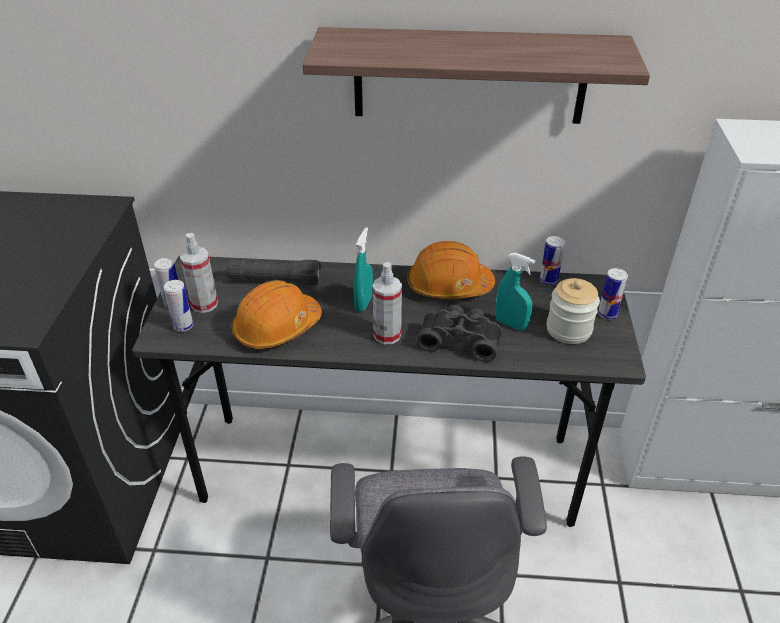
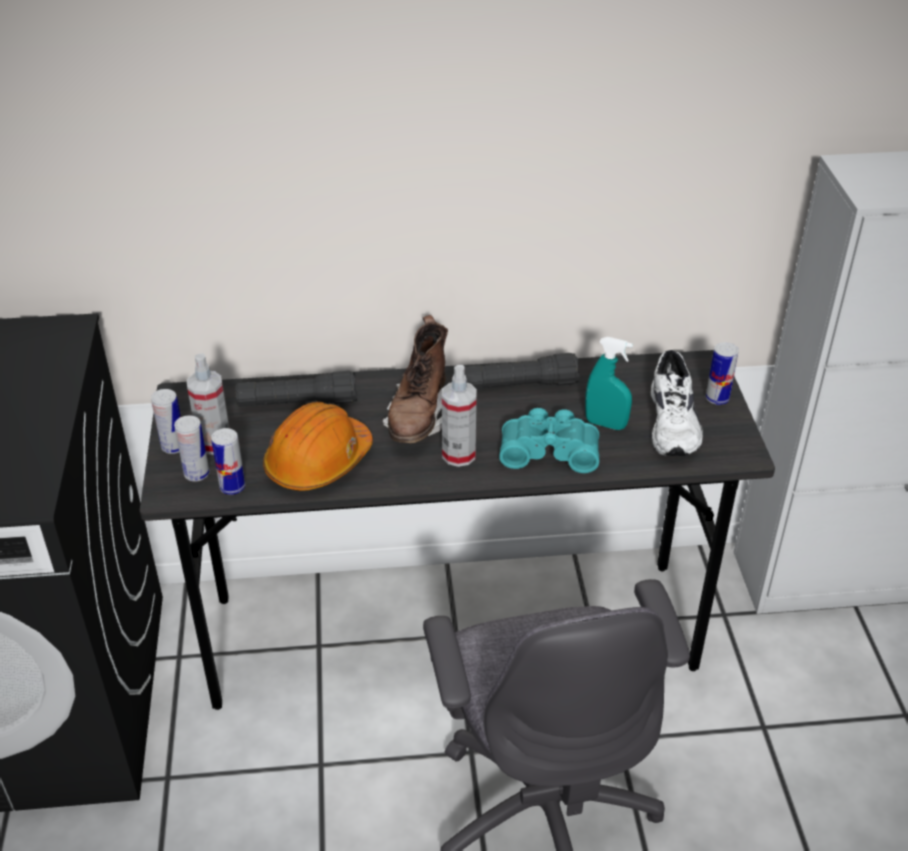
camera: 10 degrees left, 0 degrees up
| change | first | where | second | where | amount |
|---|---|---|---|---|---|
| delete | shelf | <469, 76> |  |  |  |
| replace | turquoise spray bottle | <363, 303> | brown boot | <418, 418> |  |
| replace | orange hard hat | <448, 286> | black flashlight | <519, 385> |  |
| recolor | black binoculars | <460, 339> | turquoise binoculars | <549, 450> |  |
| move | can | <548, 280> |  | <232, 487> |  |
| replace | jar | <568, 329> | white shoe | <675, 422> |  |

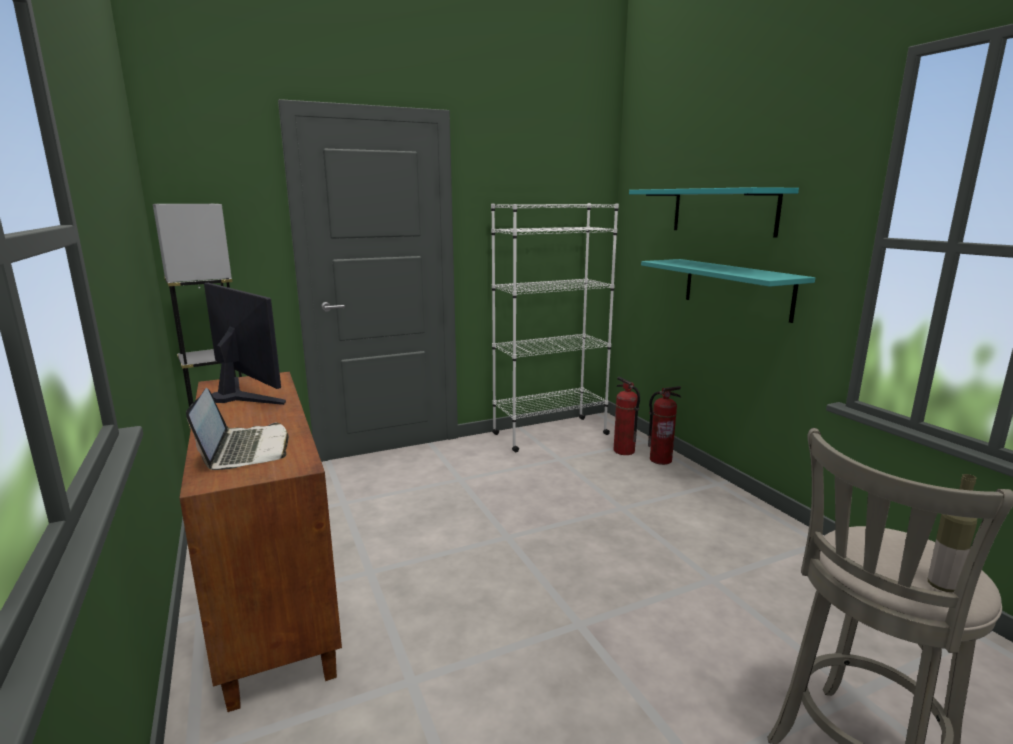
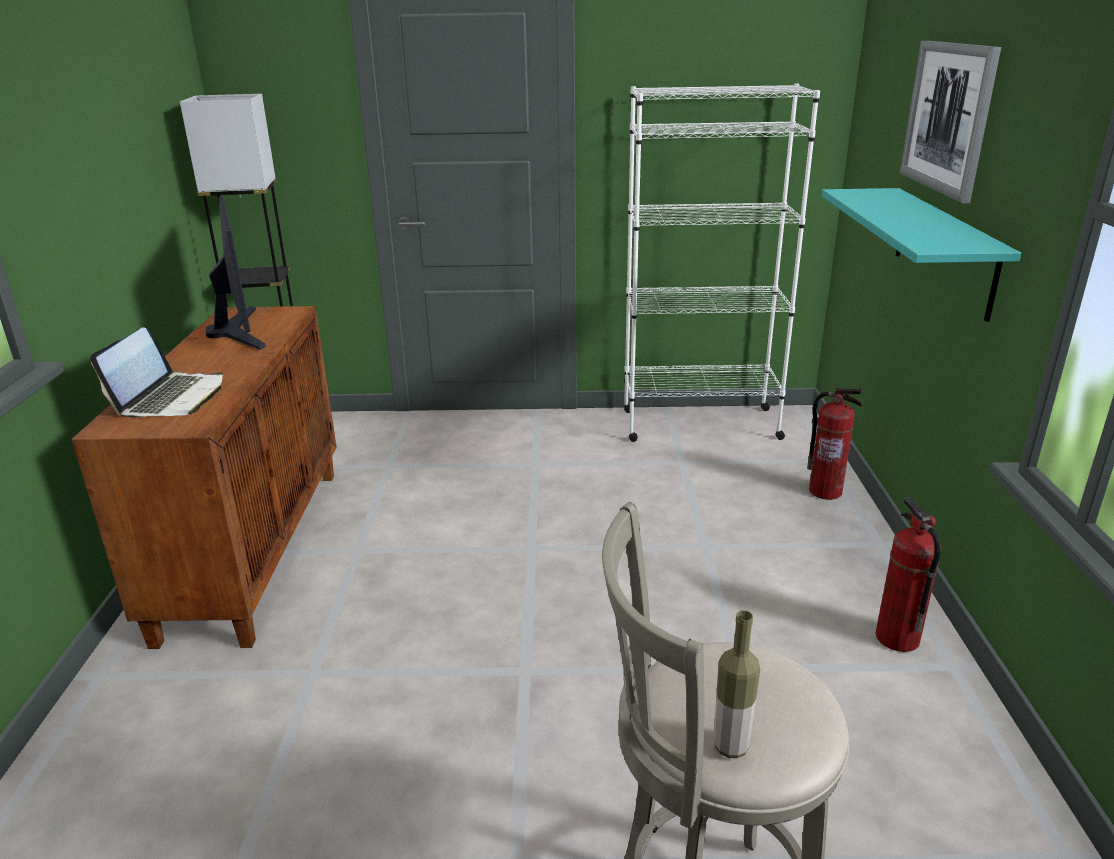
camera: 25 degrees right, 10 degrees up
| change | first | where | second | where | amount |
|---|---|---|---|---|---|
| move | fire extinguisher | <623, 451> |  | <896, 638> |  |
| replace | turquoise shelf | <723, 211> | picture | <948, 117> |  |

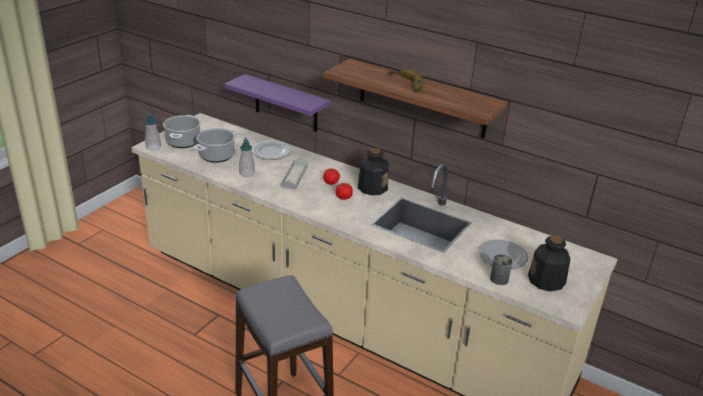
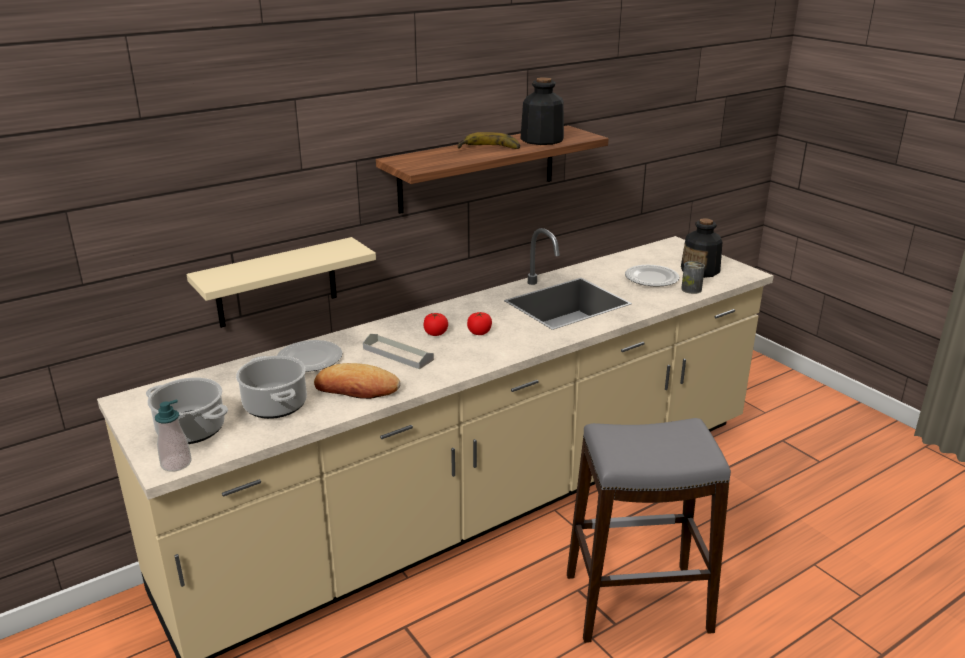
camera: 65 degrees left, 5 degrees down
| change | first | where | second | where | amount |
|---|---|---|---|---|---|
| recolor | purple shelf | <286, 104> | beige shelf | <276, 283> |  |
| replace | soap dispenser | <247, 173> | bread | <356, 388> |  |
| move | bottle | <372, 187> |  | <541, 140> |  |

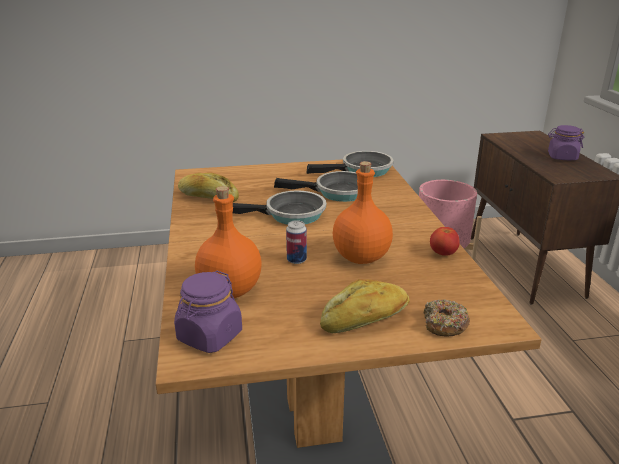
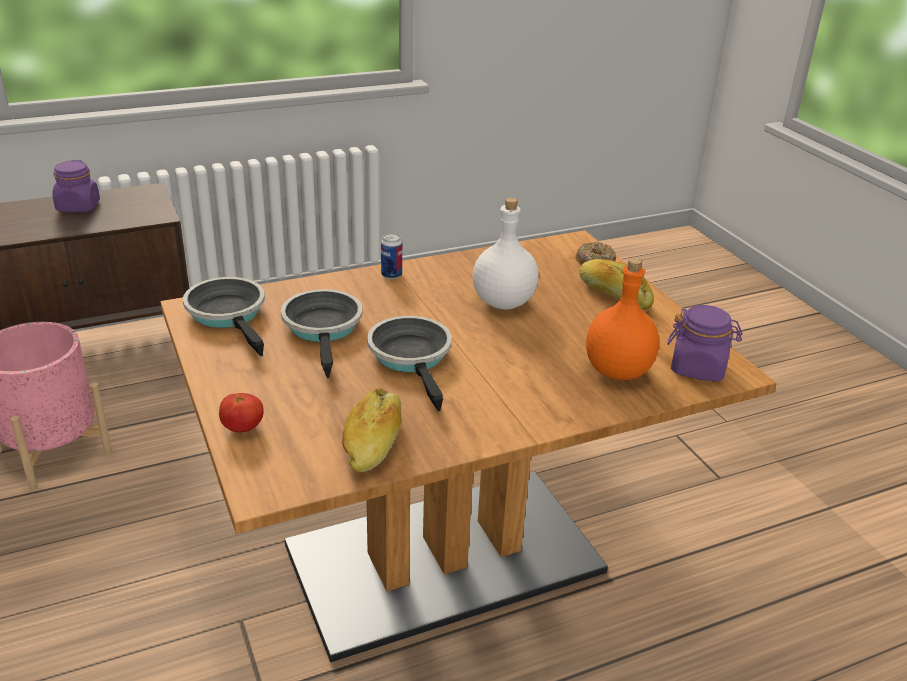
camera: 105 degrees left, 5 degrees up
| change | first | where | second | where | amount |
|---|---|---|---|---|---|
| move | can | <296, 260> |  | <391, 275> |  |
| recolor | orange bottle | <360, 258> | white bottle | <504, 303> |  |
| move | tomato | <443, 253> |  | <243, 428> |  |

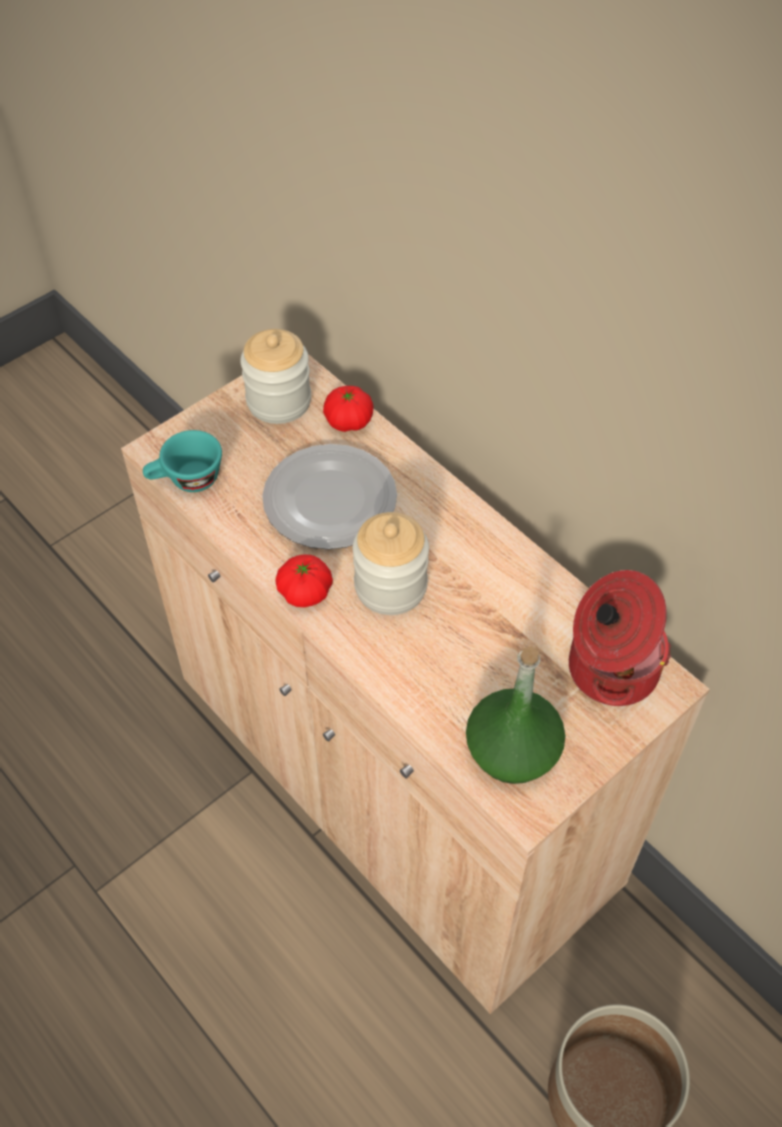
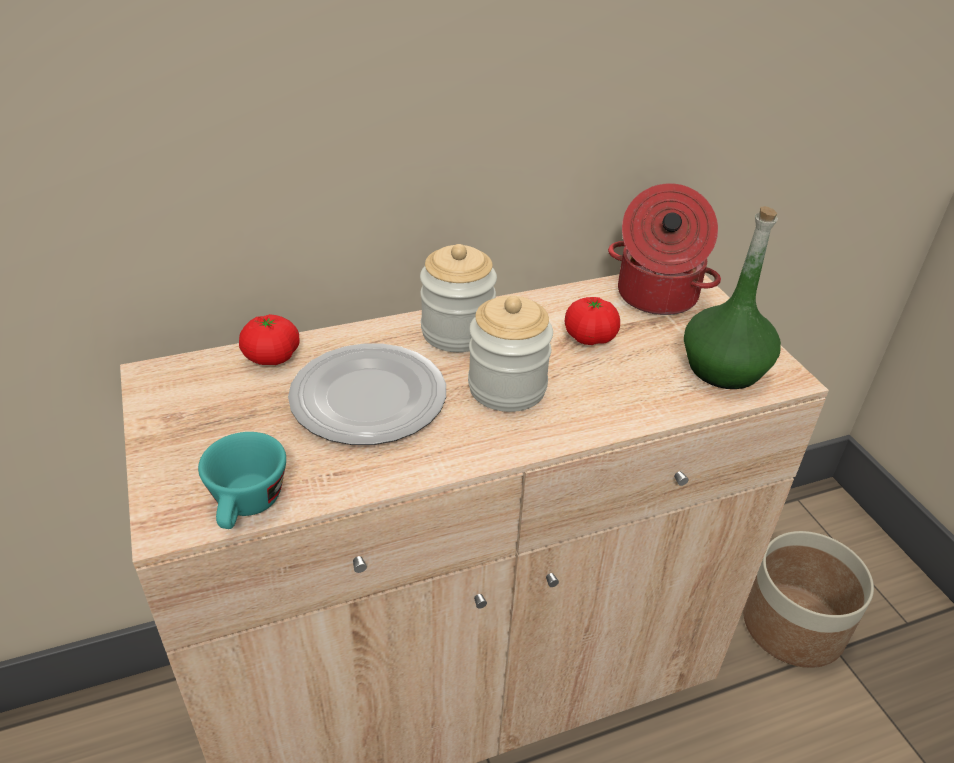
camera: 70 degrees left, 15 degrees down
| change | first | where | second | where | amount |
|---|---|---|---|---|---|
| move | jar | <279, 401> |  | <457, 332> |  |
| move | tomato | <305, 592> |  | <589, 337> |  |

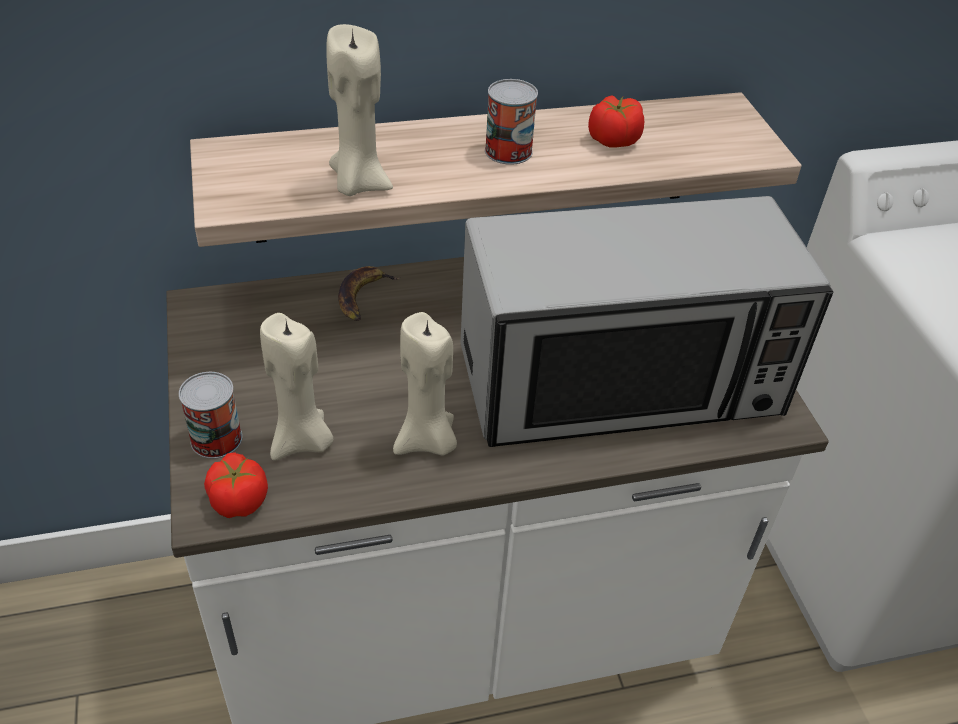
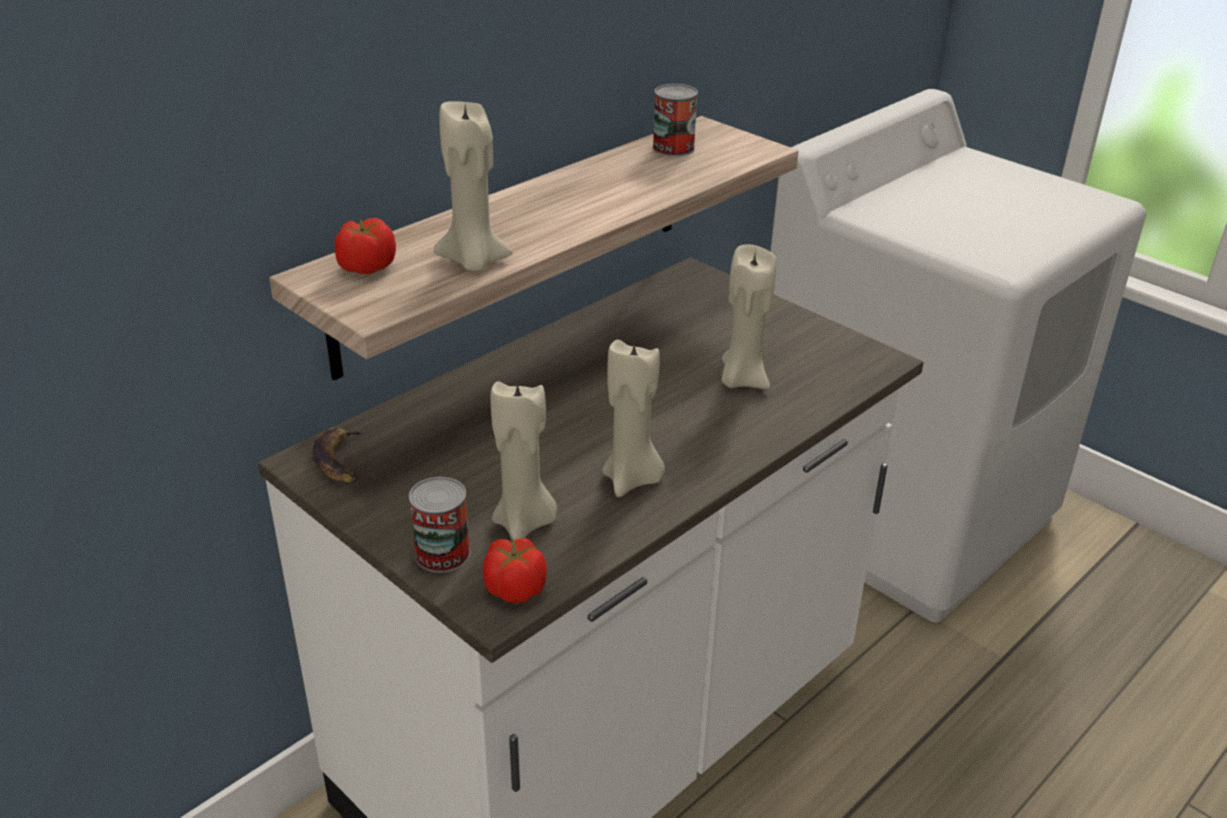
camera: 30 degrees left, 10 degrees down
| change | first | where | second | where | amount |
|---|---|---|---|---|---|
| move | banana | <363, 297> |  | <341, 461> |  |
| replace | microwave | <621, 382> | beige candle | <742, 379> |  |
| move | can | <508, 151> |  | <673, 148> |  |
| move | tomato | <613, 140> |  | <366, 267> |  |

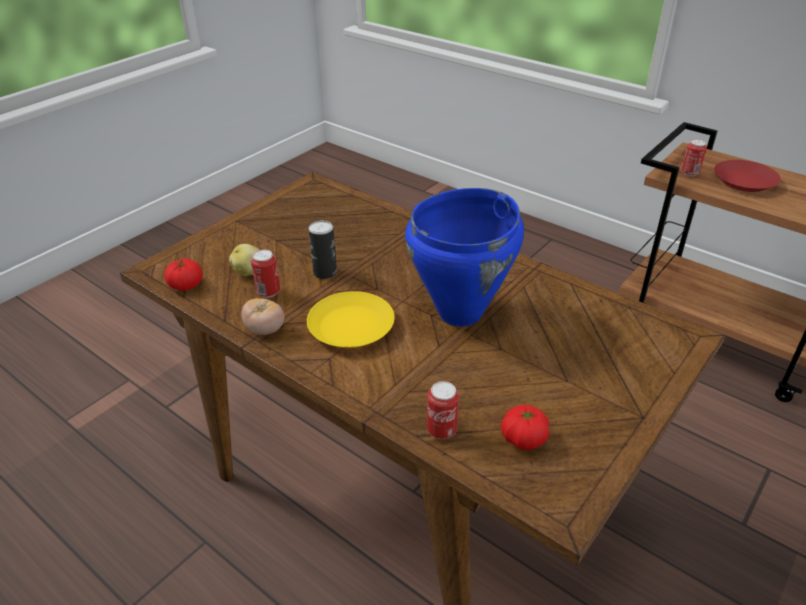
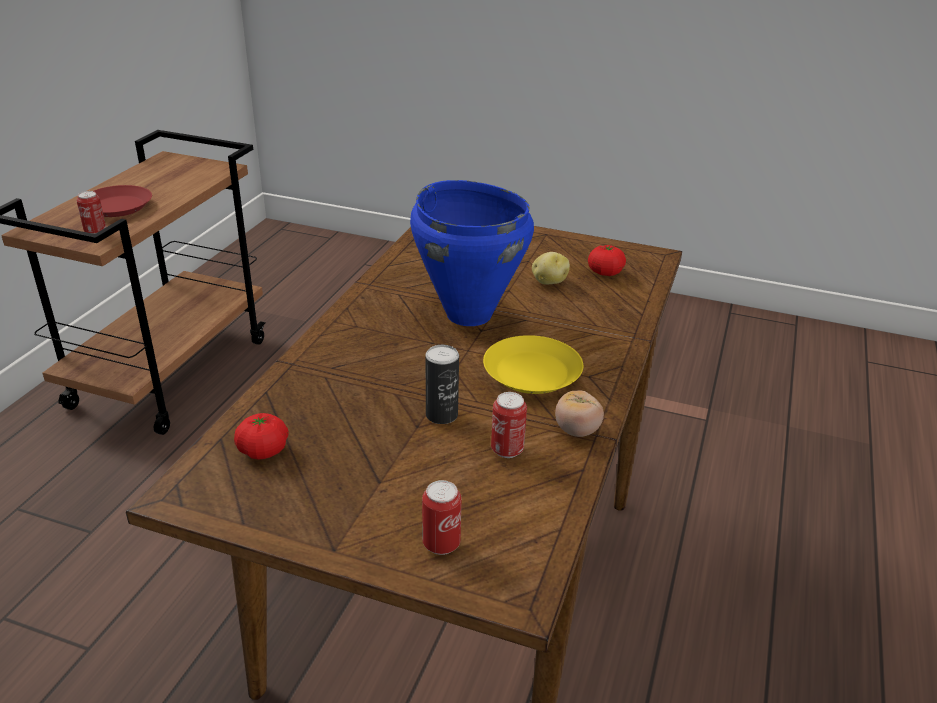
camera: 110 degrees left, 5 degrees down
| change | first | where | second | where | amount |
|---|---|---|---|---|---|
| move | tomato | <186, 285> |  | <263, 451> |  |
| move | potato | <248, 271> |  | <549, 282> |  |
| move | can | <442, 430> |  | <441, 544> |  |

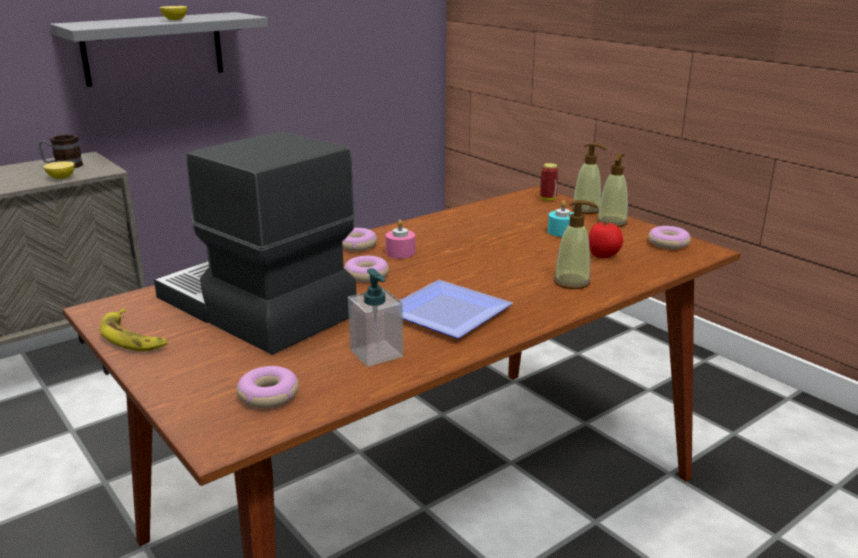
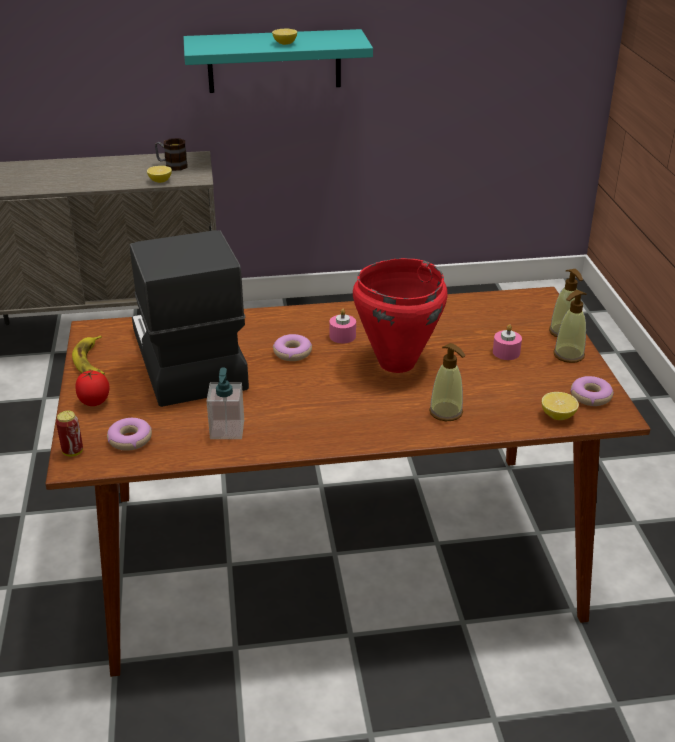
camera: 30 degrees right, 10 degrees up
| change | first | where | second | where | amount |
|---|---|---|---|---|---|
| recolor | grey shelf | <153, 48> | turquoise shelf | <274, 61> |  |
| delete | donut | <356, 245> |  |  |  |
| delete | plate | <443, 313> |  |  |  |
| move | can | <548, 199> |  | <73, 452> |  |
| recolor | turquoise candle | <561, 232> | pink candle | <506, 352> |  |
| move | tomato | <603, 256> |  | <94, 402> |  |
| insert |  |  | red cooking pot | <396, 363> |  |
| insert |  |  | lemon | <557, 416> |  |

